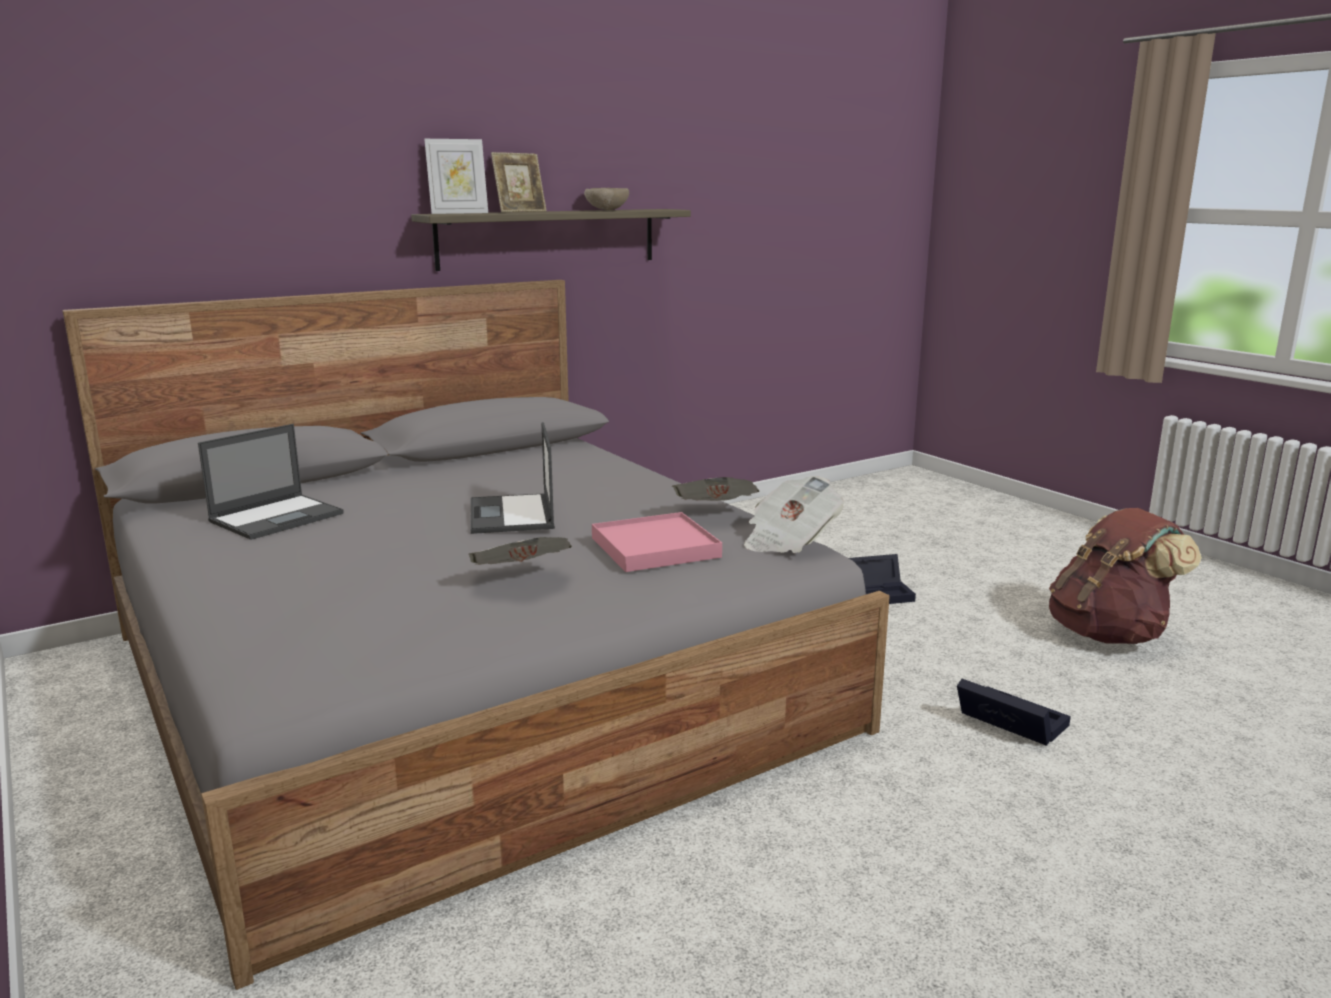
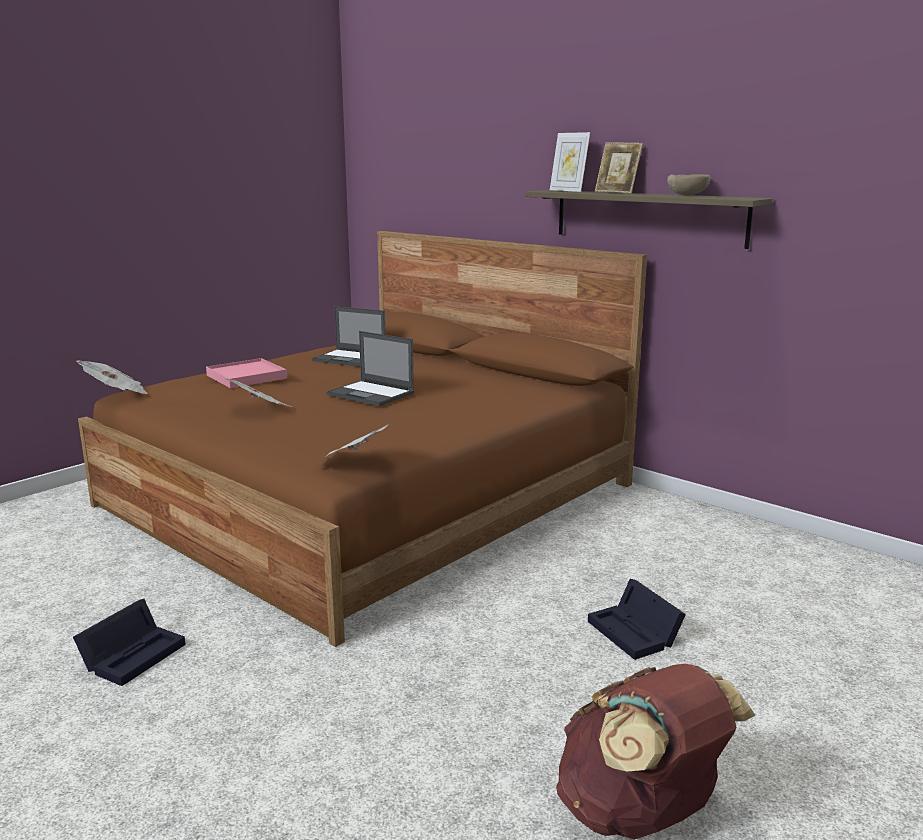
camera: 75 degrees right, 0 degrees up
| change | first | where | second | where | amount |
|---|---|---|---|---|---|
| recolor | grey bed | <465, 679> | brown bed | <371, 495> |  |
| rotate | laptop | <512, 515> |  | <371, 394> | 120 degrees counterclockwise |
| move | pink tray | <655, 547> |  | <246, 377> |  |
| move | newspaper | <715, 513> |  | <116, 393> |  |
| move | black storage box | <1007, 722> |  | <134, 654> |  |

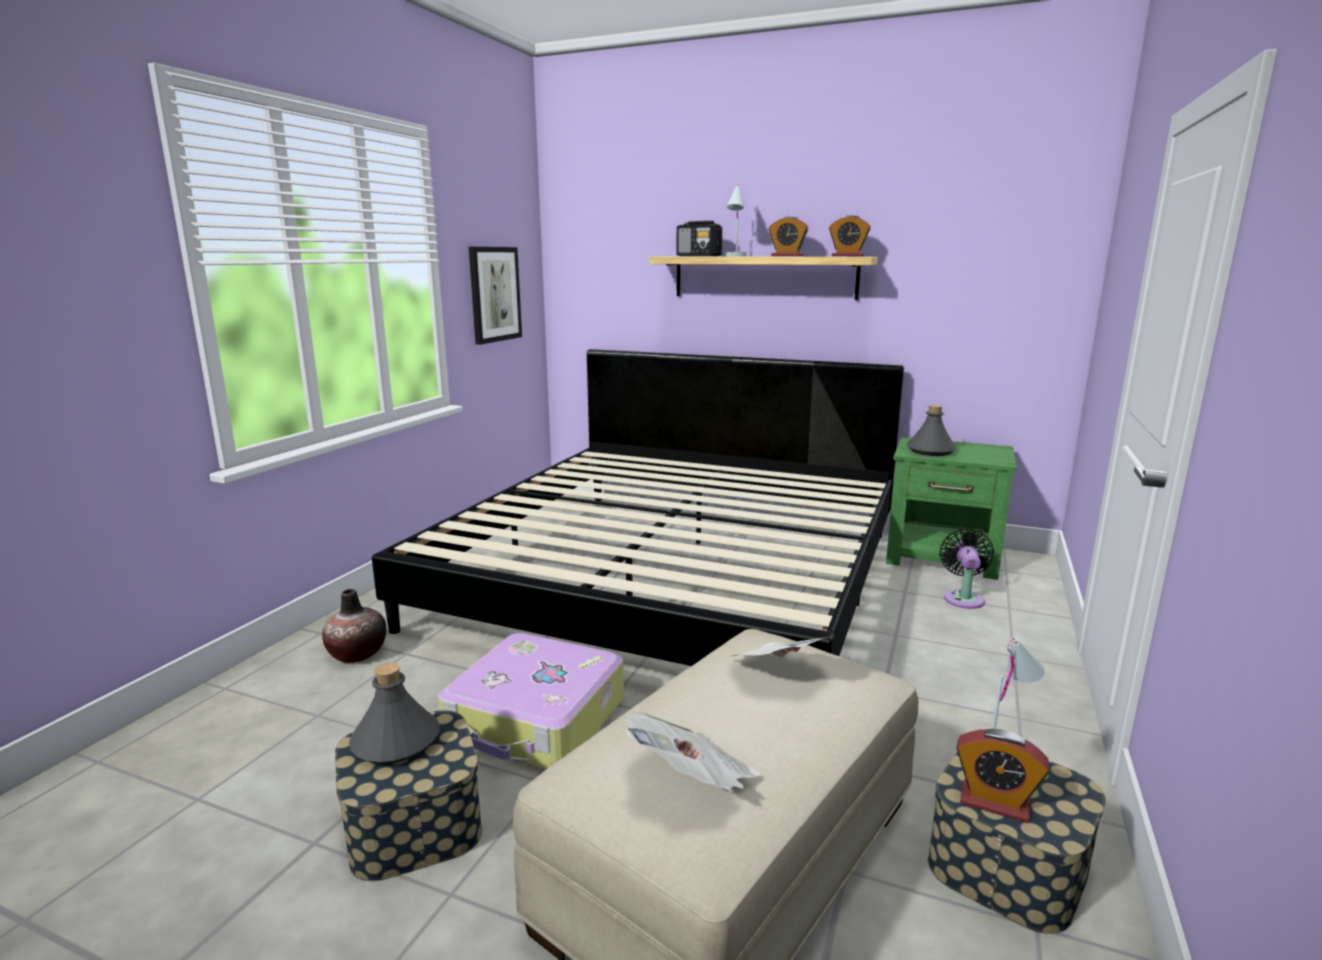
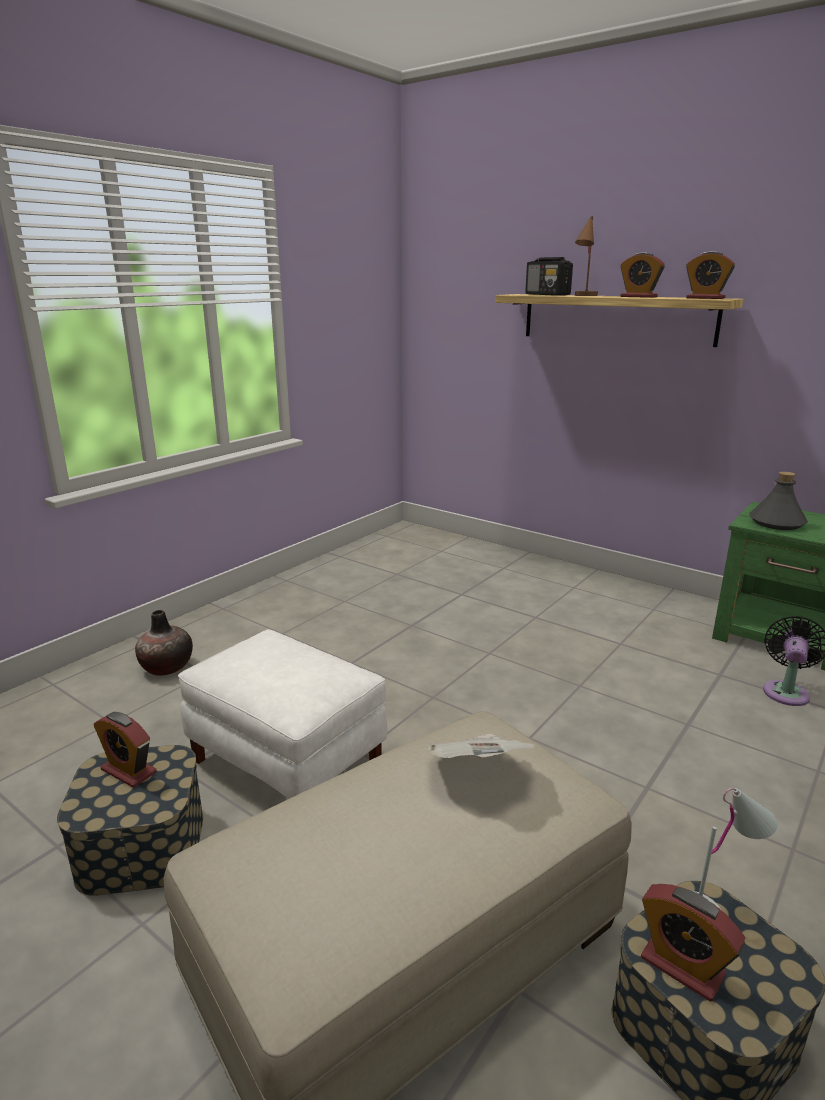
camera: 15 degrees right, 5 degrees up
| change | first | where | second | where | amount |
|---|---|---|---|---|---|
| replace | grey bottle | <396, 742> | alarm clock | <128, 771> |  |
| delete | bed | <671, 576> |  |  |  |
| replace | suitcase | <536, 720> | white ottoman | <288, 760> |  |
| delete | picture | <494, 294> |  |  |  |
| delete | newspaper | <692, 782> |  |  |  |
| recolor | white table lamp | <735, 256> | brown table lamp | <583, 296> |  |

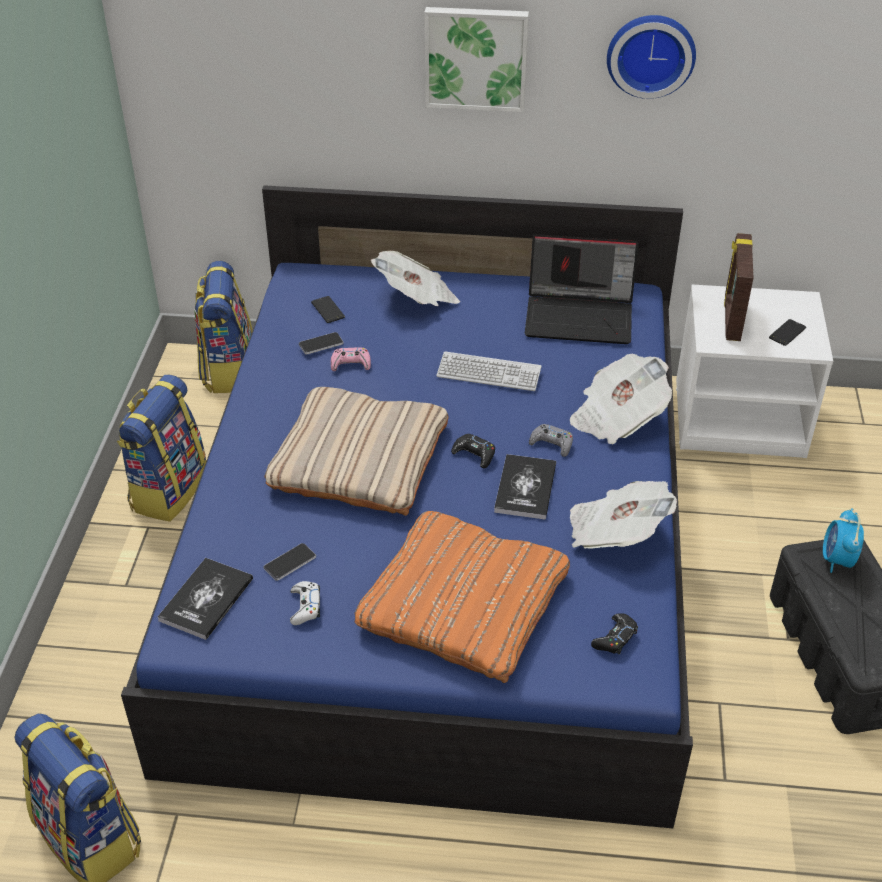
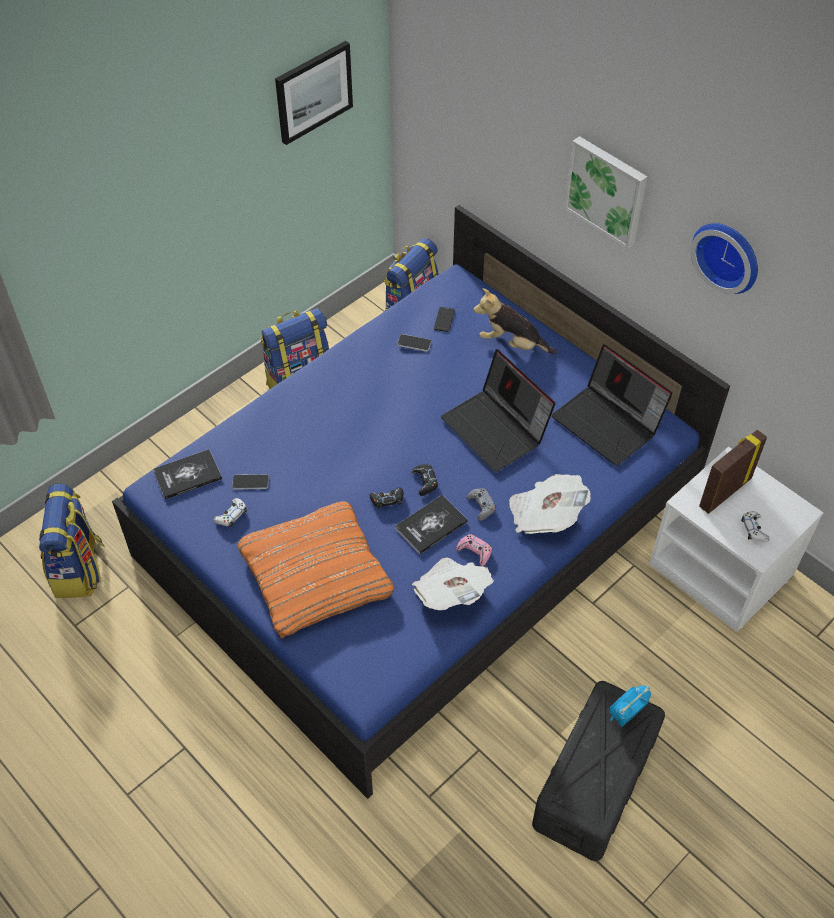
camera: 40 degrees right, 10 degrees up
| change | first | where | second | where | amount |
|---|---|---|---|---|---|
| delete | beige pillow | <359, 459> |  |  |  |
| move | pink game controller | <350, 364> |  | <474, 552> |  |
| replace | newspaper | <417, 298> | plush toy | <512, 344> |  |
| replace | keyboard | <489, 373> | laptop | <496, 429> |  |
| move | black game controller | <615, 638> |  | <387, 499> |  |
| replace | phone | <787, 333> | white game controller | <754, 529> |  |
| insert |  |  | picture | <313, 92> |  |

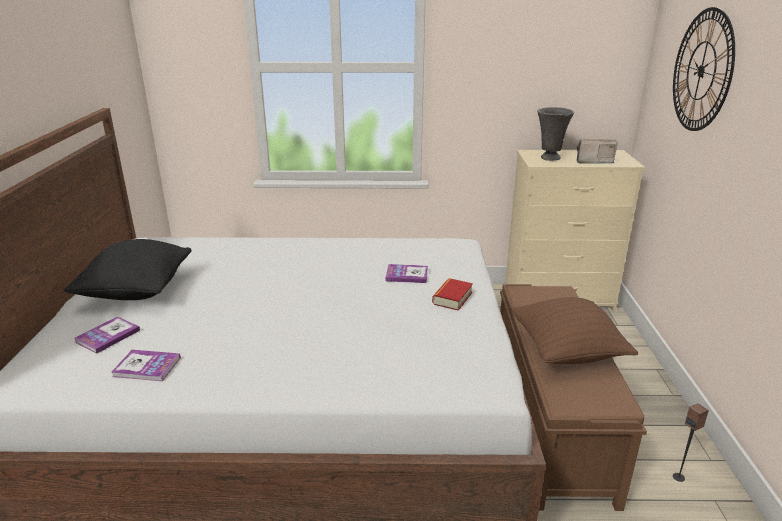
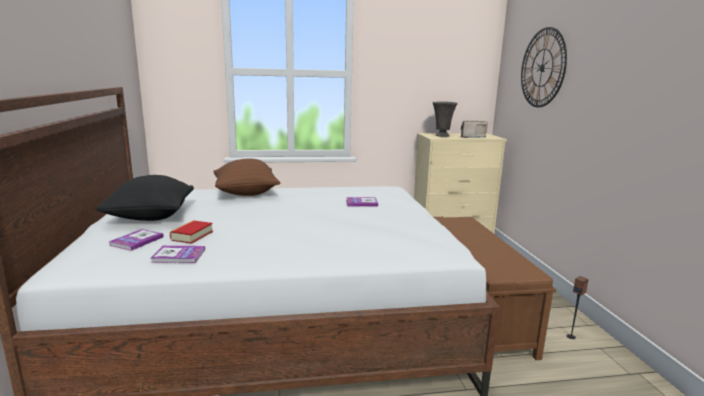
camera: 10 degrees left, 10 degrees down
| change | first | where | second | where | amount |
|---|---|---|---|---|---|
| move | book | <452, 298> |  | <192, 235> |  |
| move | brown pillow | <567, 352> |  | <246, 194> |  |

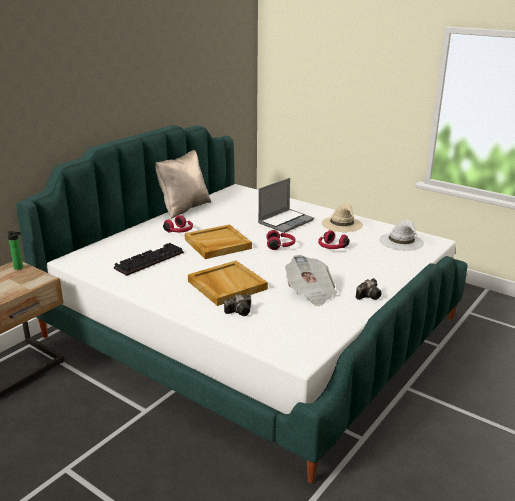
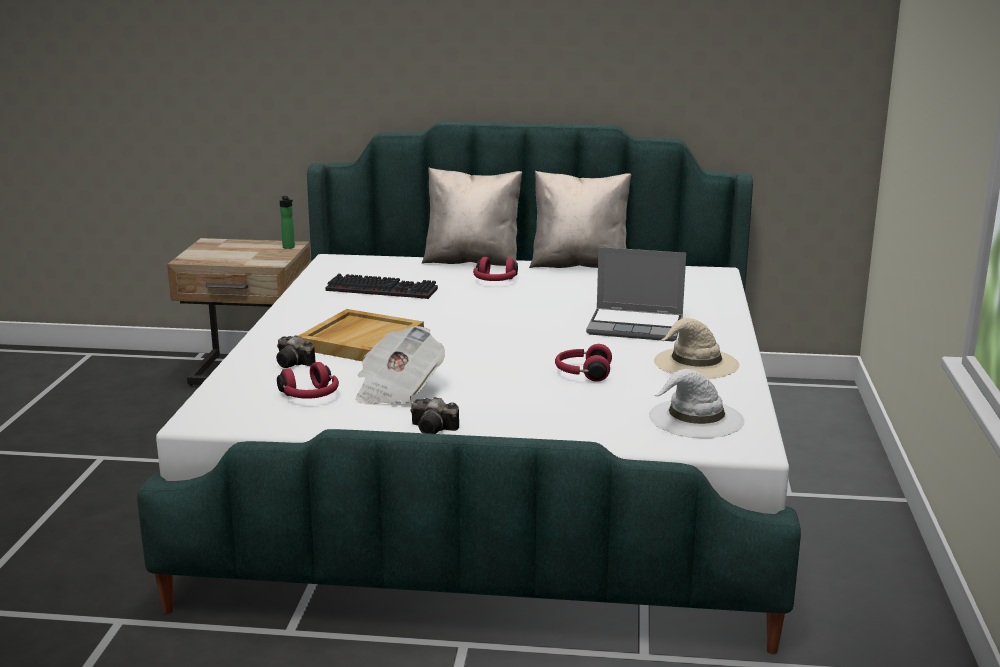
camera: 60 degrees right, 5 degrees down
| change | first | where | second | where | amount |
|---|---|---|---|---|---|
| delete | beige tray | <217, 244> |  |  |  |
| move | red headphones | <281, 246> |  | <310, 396> |  |
| insert |  |  | beige pillow | <472, 261> |  |

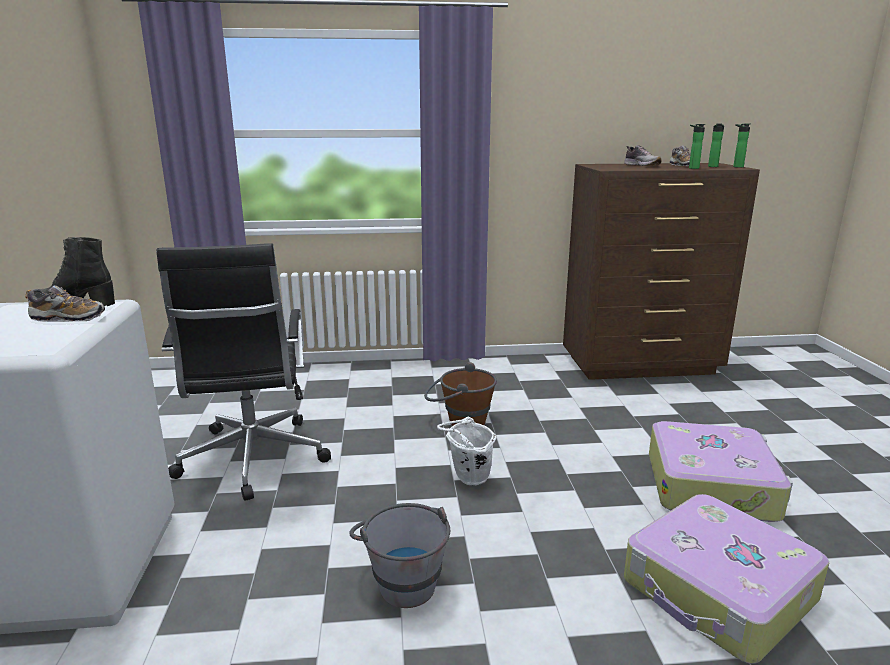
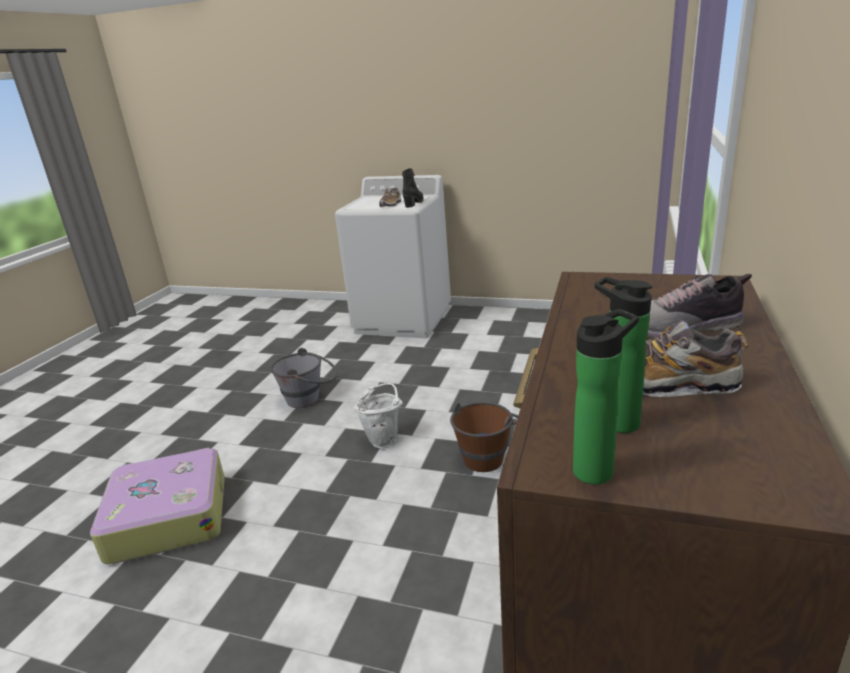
camera: 115 degrees right, 5 degrees up
| change | first | where | second | where | amount |
|---|---|---|---|---|---|
| delete | black office chair | <252, 460> |  |  |  |
| delete | suitcase | <711, 485> |  |  |  |
| delete | bottle | <692, 168> |  |  |  |

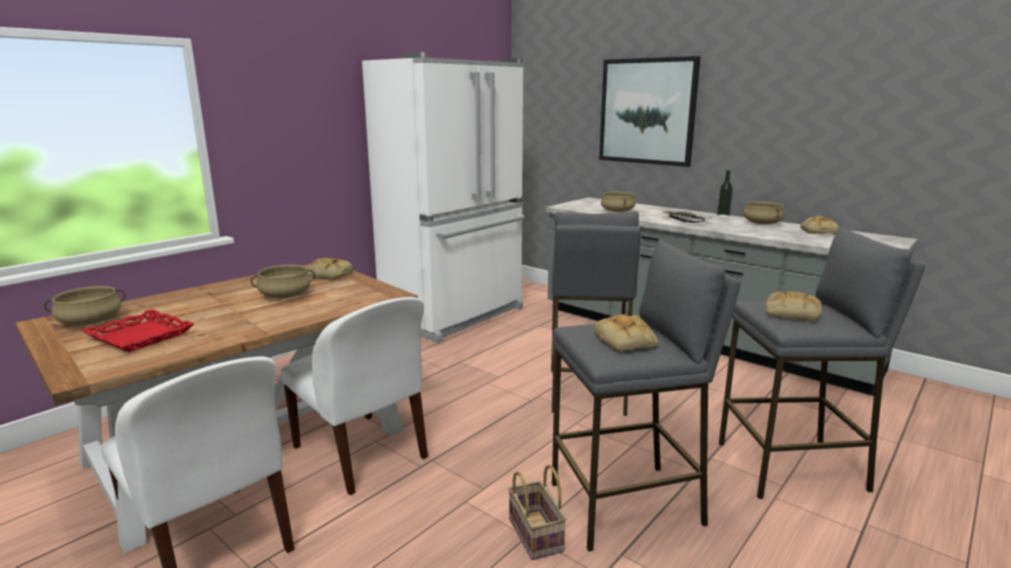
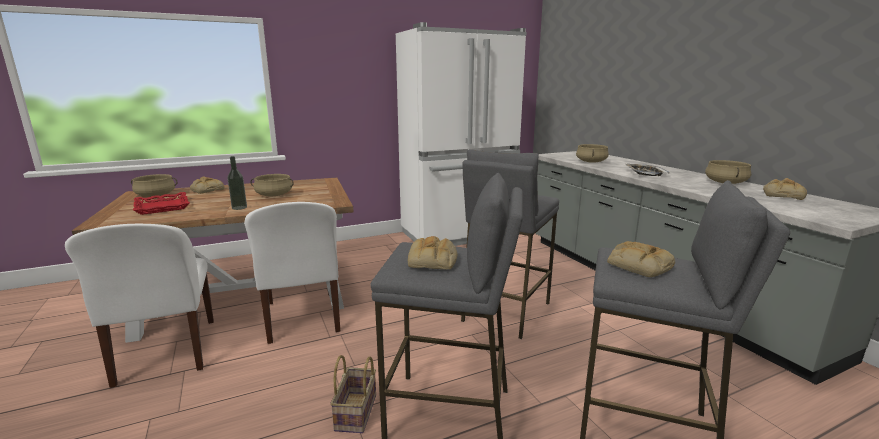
camera: 25 degrees right, 0 degrees up
| change | first | where | second | where | amount |
|---|---|---|---|---|---|
| move | bread | <328, 275> |  | <206, 190> |  |
| delete | picture | <647, 111> |  |  |  |
| move | bottle | <723, 216> |  | <239, 207> |  |

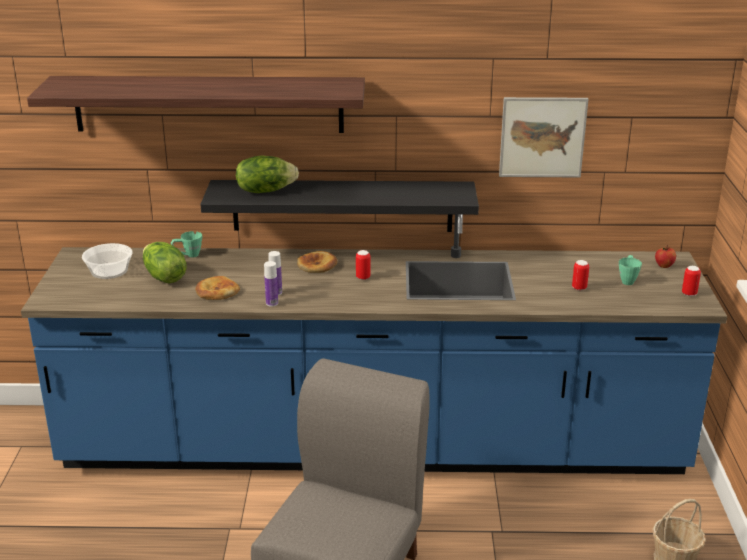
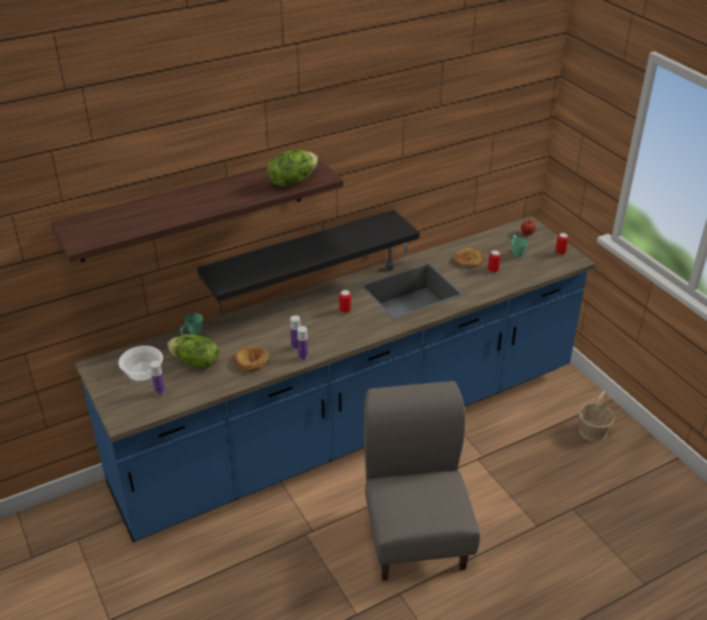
camera: 30 degrees left, 10 degrees up
| change | first | where | second | where | amount |
|---|---|---|---|---|---|
| move | lettuce | <265, 190> |  | <292, 181> |  |
| move | bread | <317, 265> |  | <468, 260> |  |
| delete | picture | <542, 137> |  |  |  |
| insert |  |  | bottle | <160, 392> |  |

